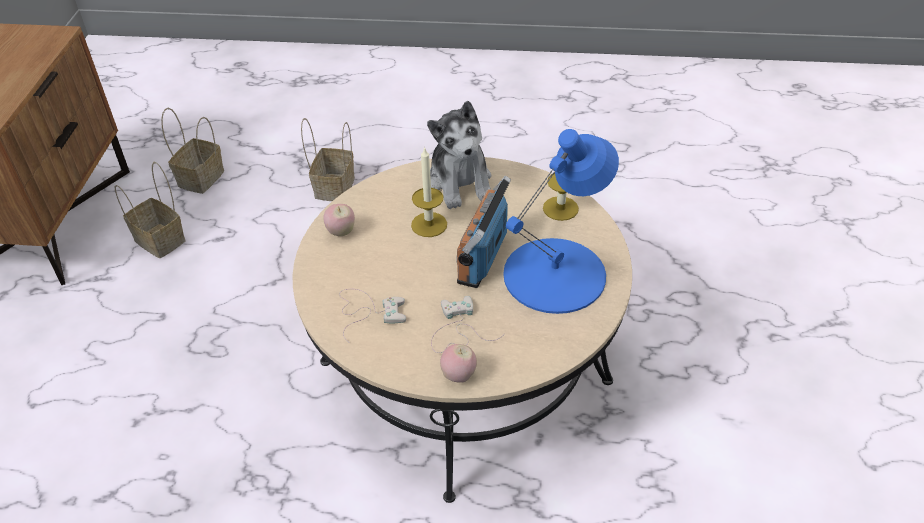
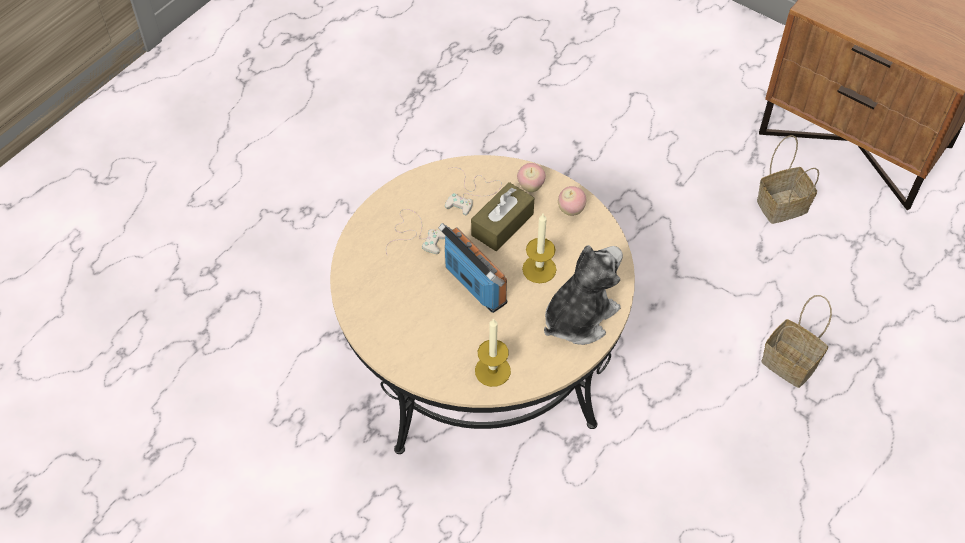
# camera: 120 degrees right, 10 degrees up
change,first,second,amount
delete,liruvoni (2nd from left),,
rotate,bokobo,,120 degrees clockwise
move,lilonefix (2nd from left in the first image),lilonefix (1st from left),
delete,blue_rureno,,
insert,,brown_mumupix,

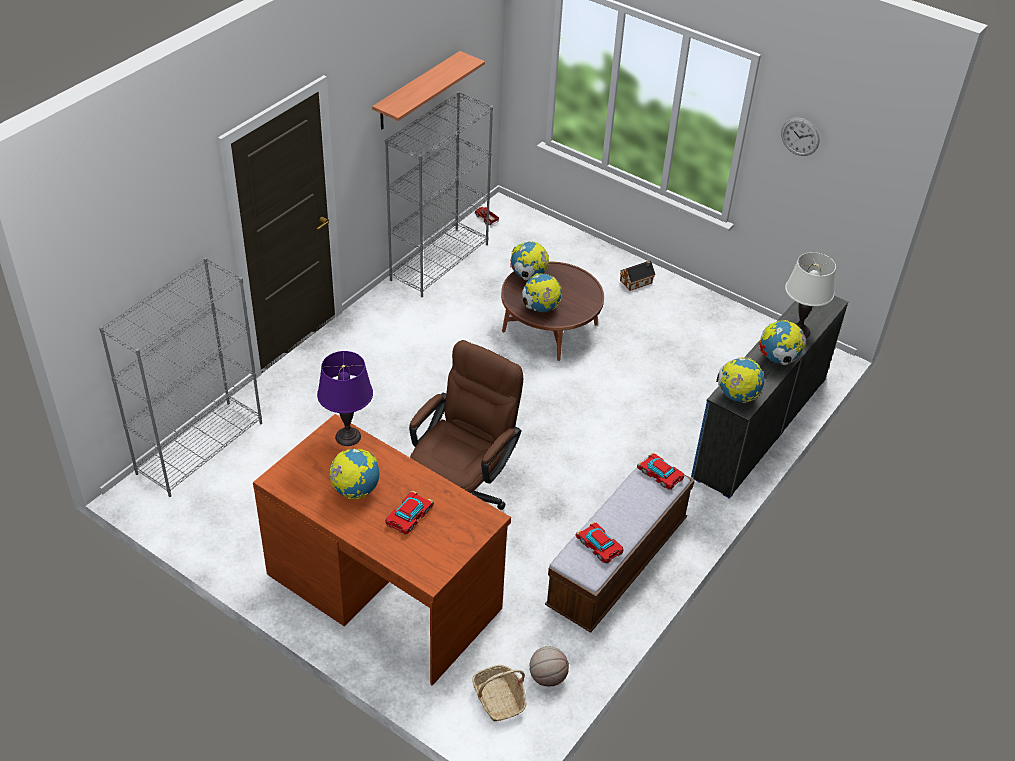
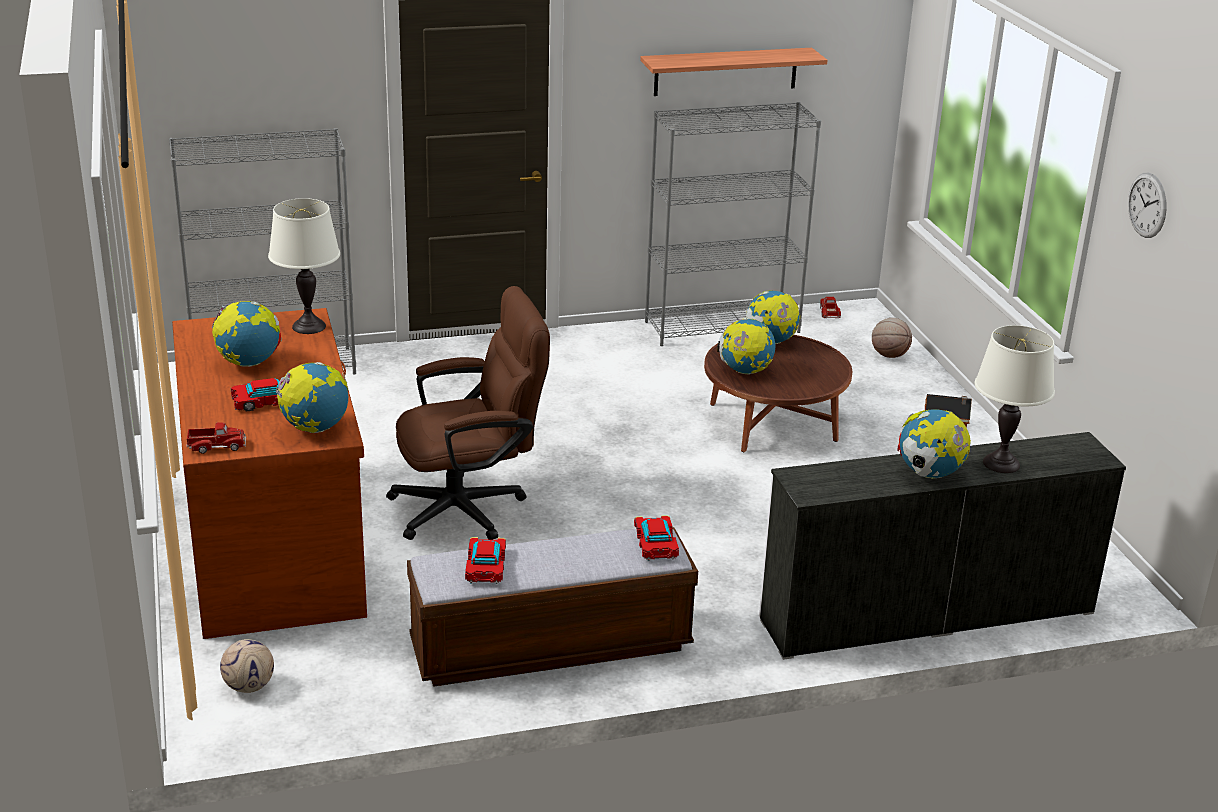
# camera: 40 degrees right, 15 degrees down
change,first,second,amount
recolor,purple_rureno,white_rureno (1st from left),
replace,liruvoni,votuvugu,
move,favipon,,
recolor,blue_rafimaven,white_rafimaven,
move,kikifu (4th from left in the first image),kikifu (2nd from left),
insert,,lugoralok (1st from left),

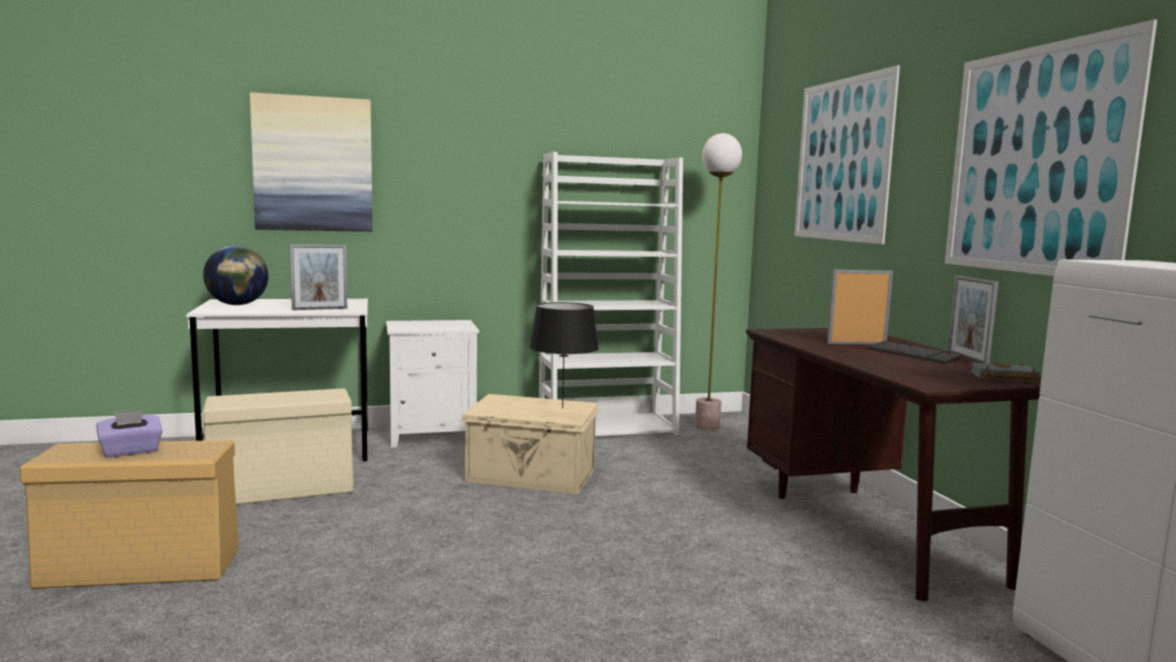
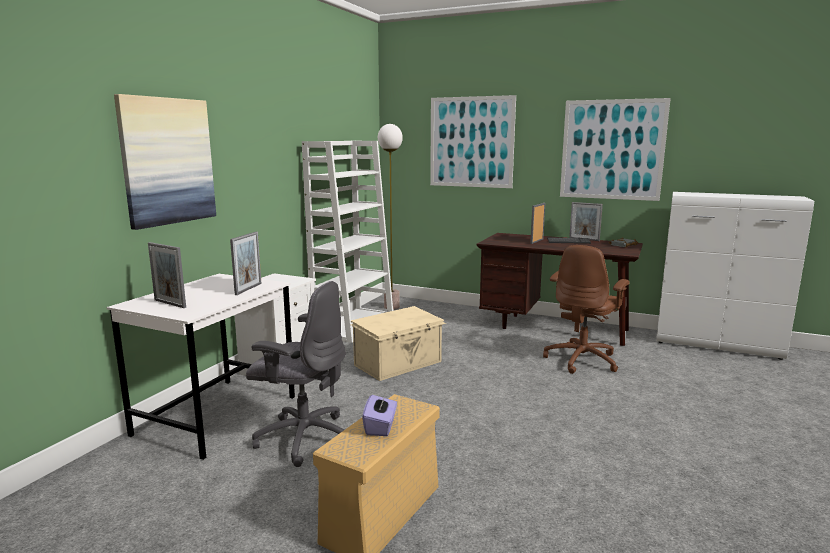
# camera: 50 degrees left, 5 degrees up
change,first,second,amount
replace,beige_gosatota (2nd from left),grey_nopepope,
replace,kikifu,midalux (1st from left),
delete,black_rureno,,
insert,,brown_nopepope,

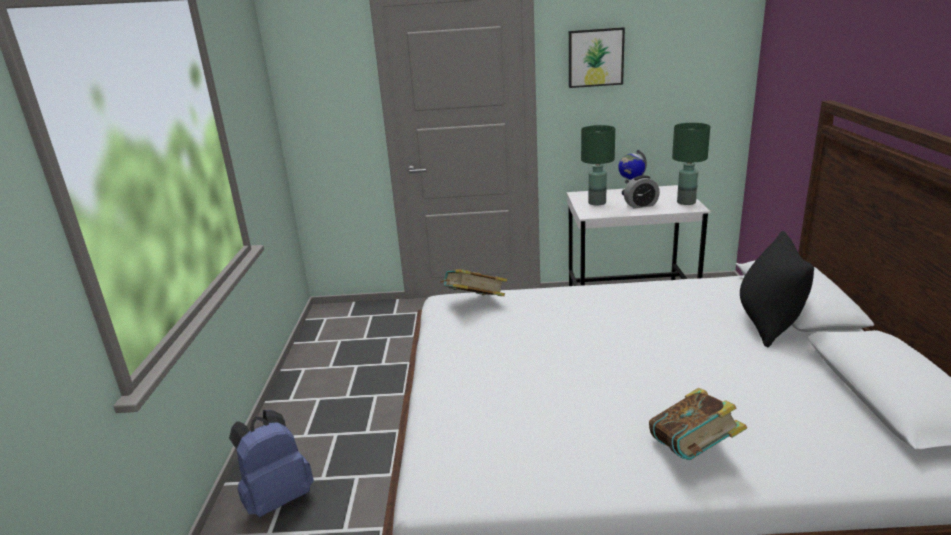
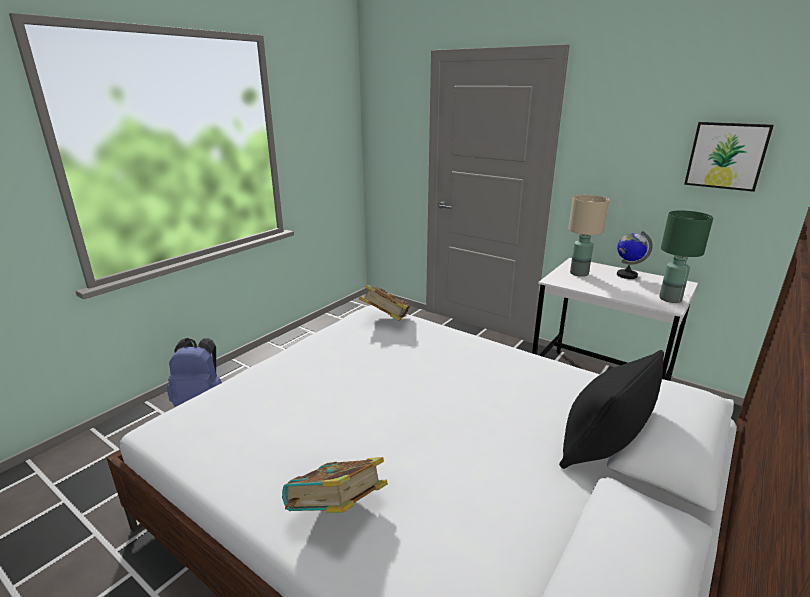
# camera: 35 degrees right, 0 degrees up
change,first,second,amount
move,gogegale,,
recolor,green_rureno (1st from left),beige_rureno,
delete,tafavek,,

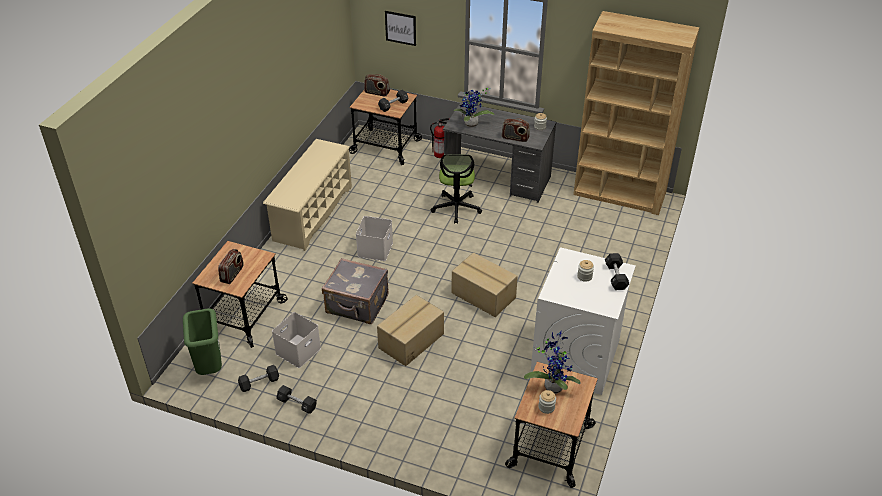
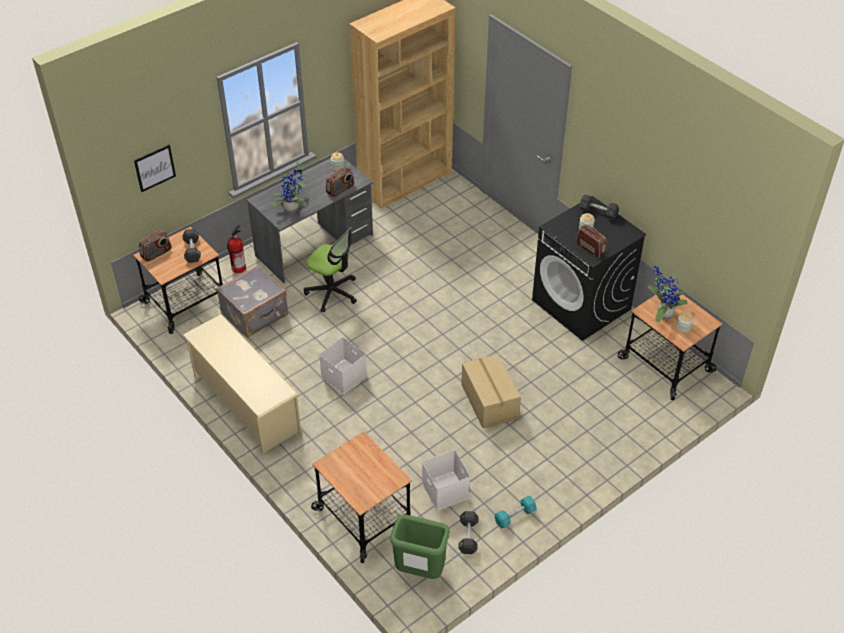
# camera: 60 degrees left, 5 degrees up
change,first,second,amount
move,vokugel (1st from left in the first image),vokugel (3rd from left),
recolor,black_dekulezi (2nd from left),turquoise_dekulezi,
move,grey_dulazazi,,
delete,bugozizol (2nd from left),,
recolor,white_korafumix,black_korafumix,

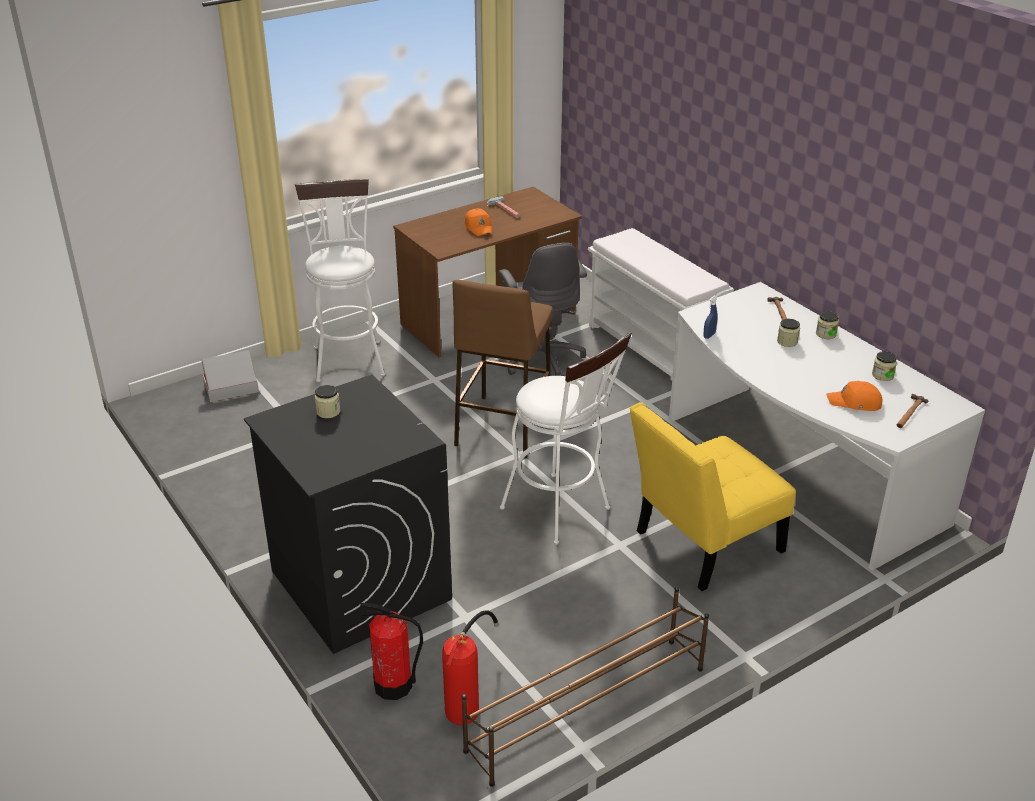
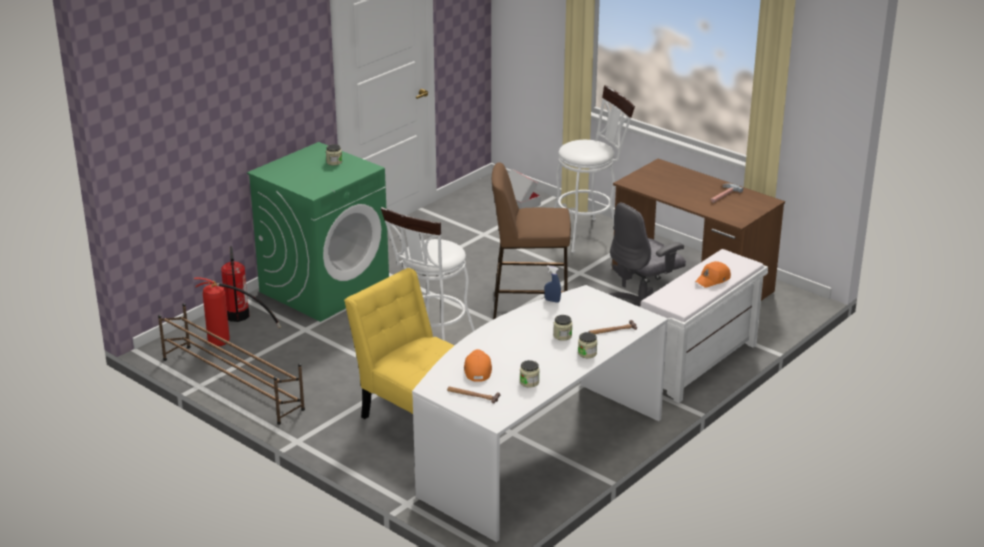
# camera: 75 degrees right, 5 degrees down
change,first,second,amount
recolor,black_korafumix,green_korafumix,
move,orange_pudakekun (1st from left in the first image),orange_pudakekun (2nd from left),

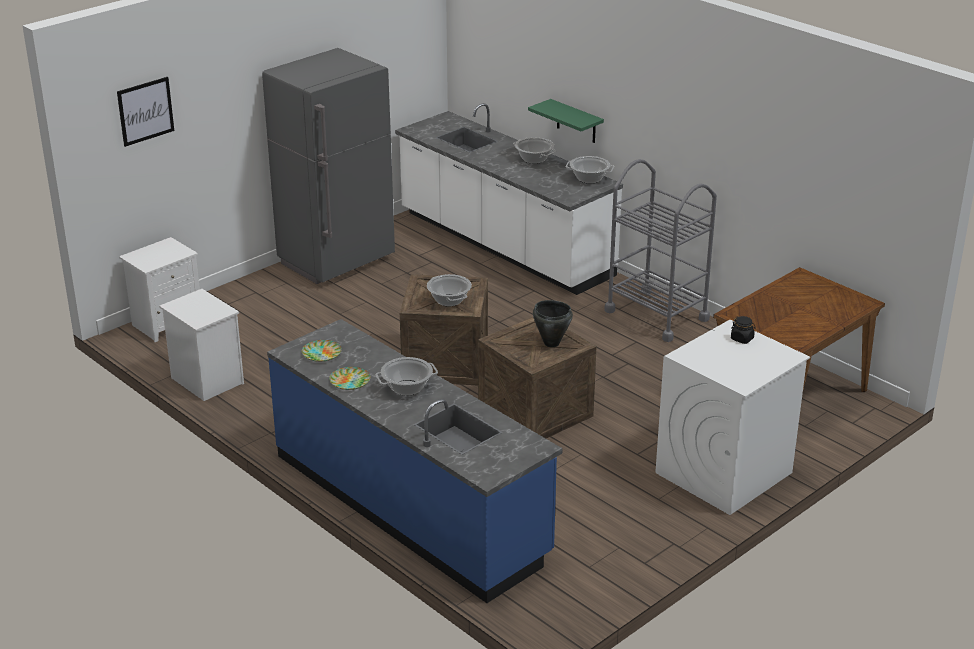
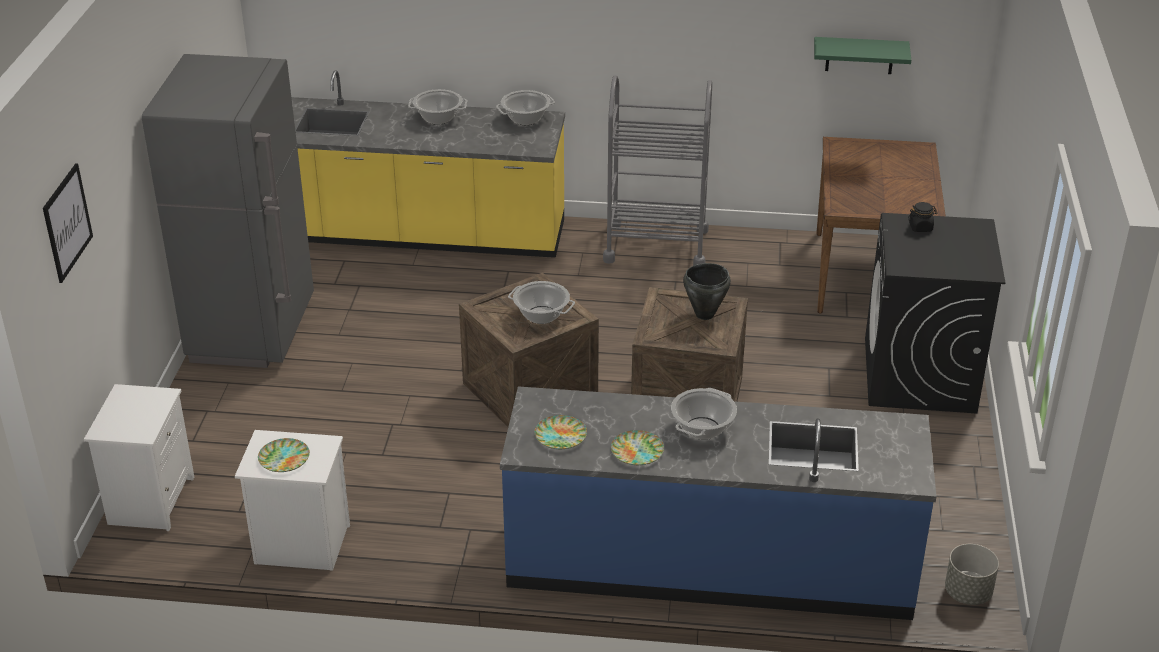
# camera: 40 degrees left, 5 degrees up
change,first,second,amount
recolor,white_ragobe,yellow_ragobe,
move,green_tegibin,,
recolor,white_korafumix,black_korafumix,
insert,,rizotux (1st from left),
insert,,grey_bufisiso,

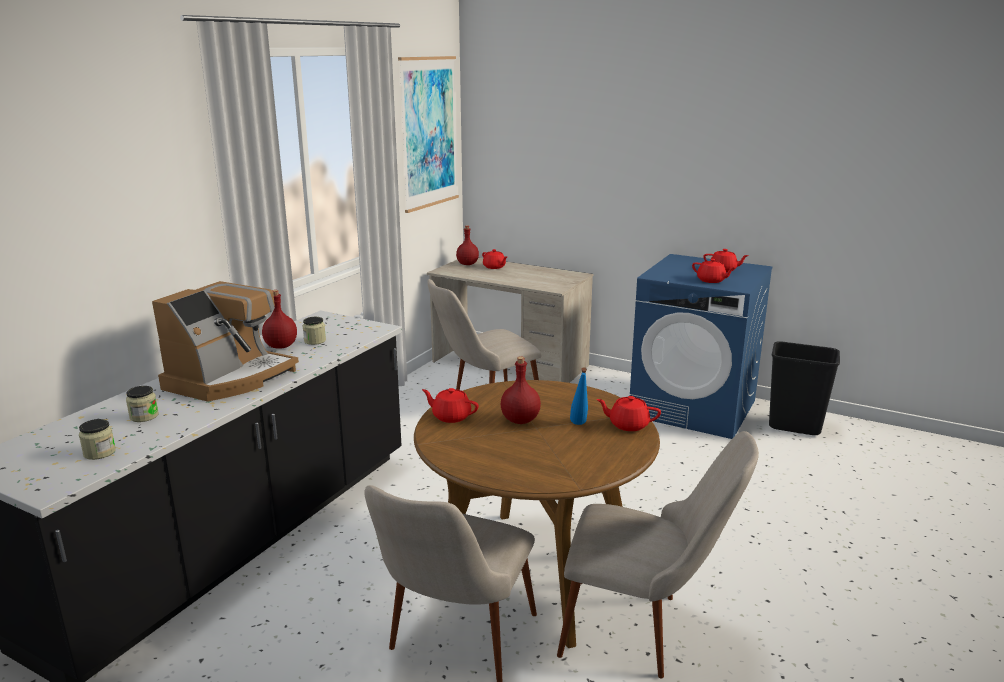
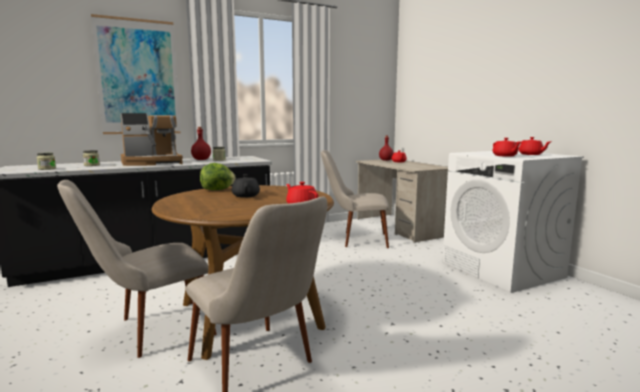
# camera: 35 degrees right, 10 degrees down
change,first,second,amount
move,gogegale,,
replace,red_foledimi (1st from left),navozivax,
replace,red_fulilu (3rd from left),black_foledimi,
delete,blue_fulilu,,
recolor,blue_korafumix,white_korafumix,
delete,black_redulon,,

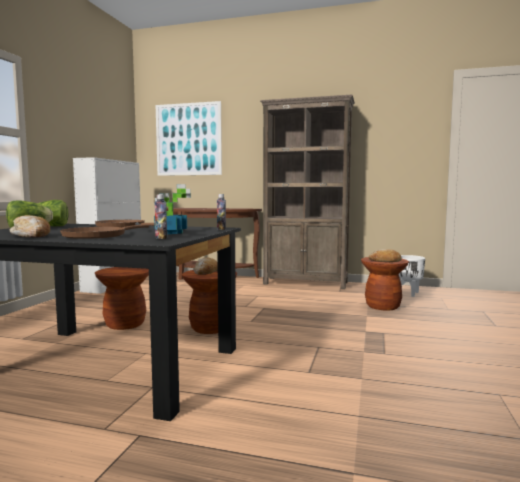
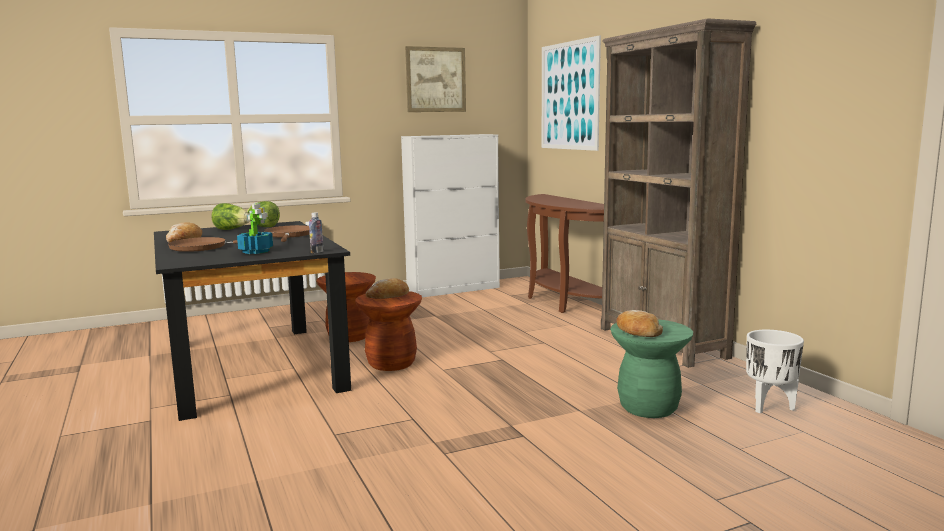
# camera: 50 degrees right, 5 degrees up
change,first,second,amount
delete,fulilu (1st from left),,
recolor,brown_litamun (3rd from left),green_litamun,
insert,,gogegale (1st from left),

